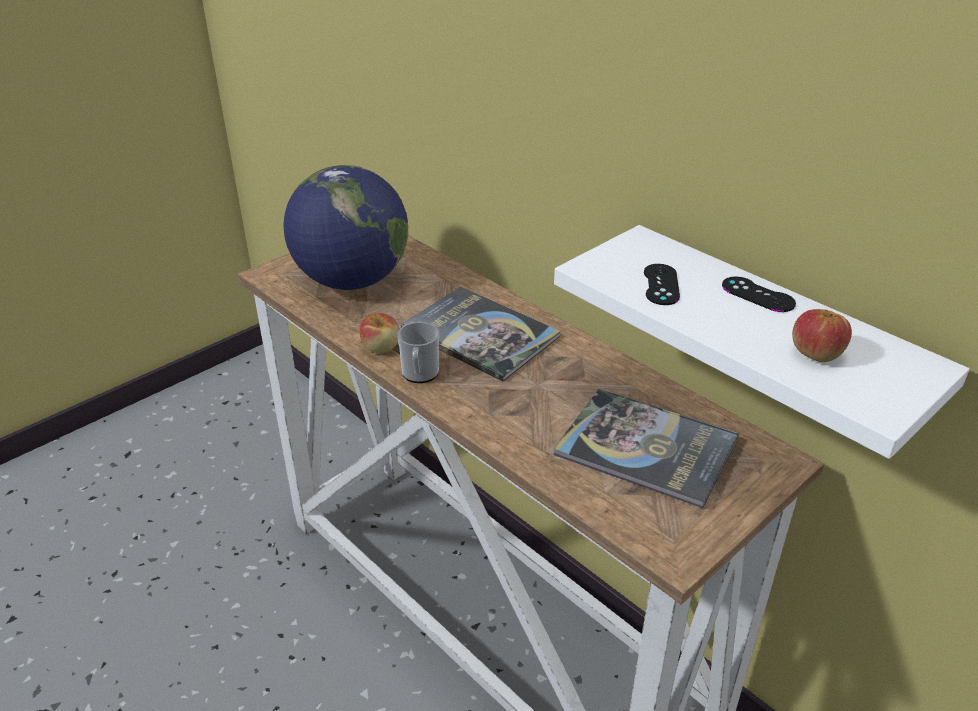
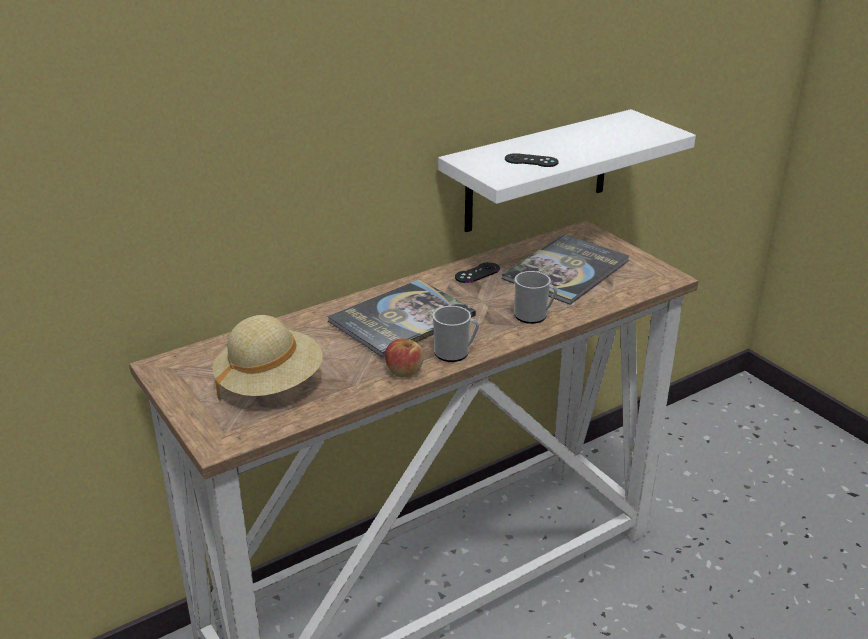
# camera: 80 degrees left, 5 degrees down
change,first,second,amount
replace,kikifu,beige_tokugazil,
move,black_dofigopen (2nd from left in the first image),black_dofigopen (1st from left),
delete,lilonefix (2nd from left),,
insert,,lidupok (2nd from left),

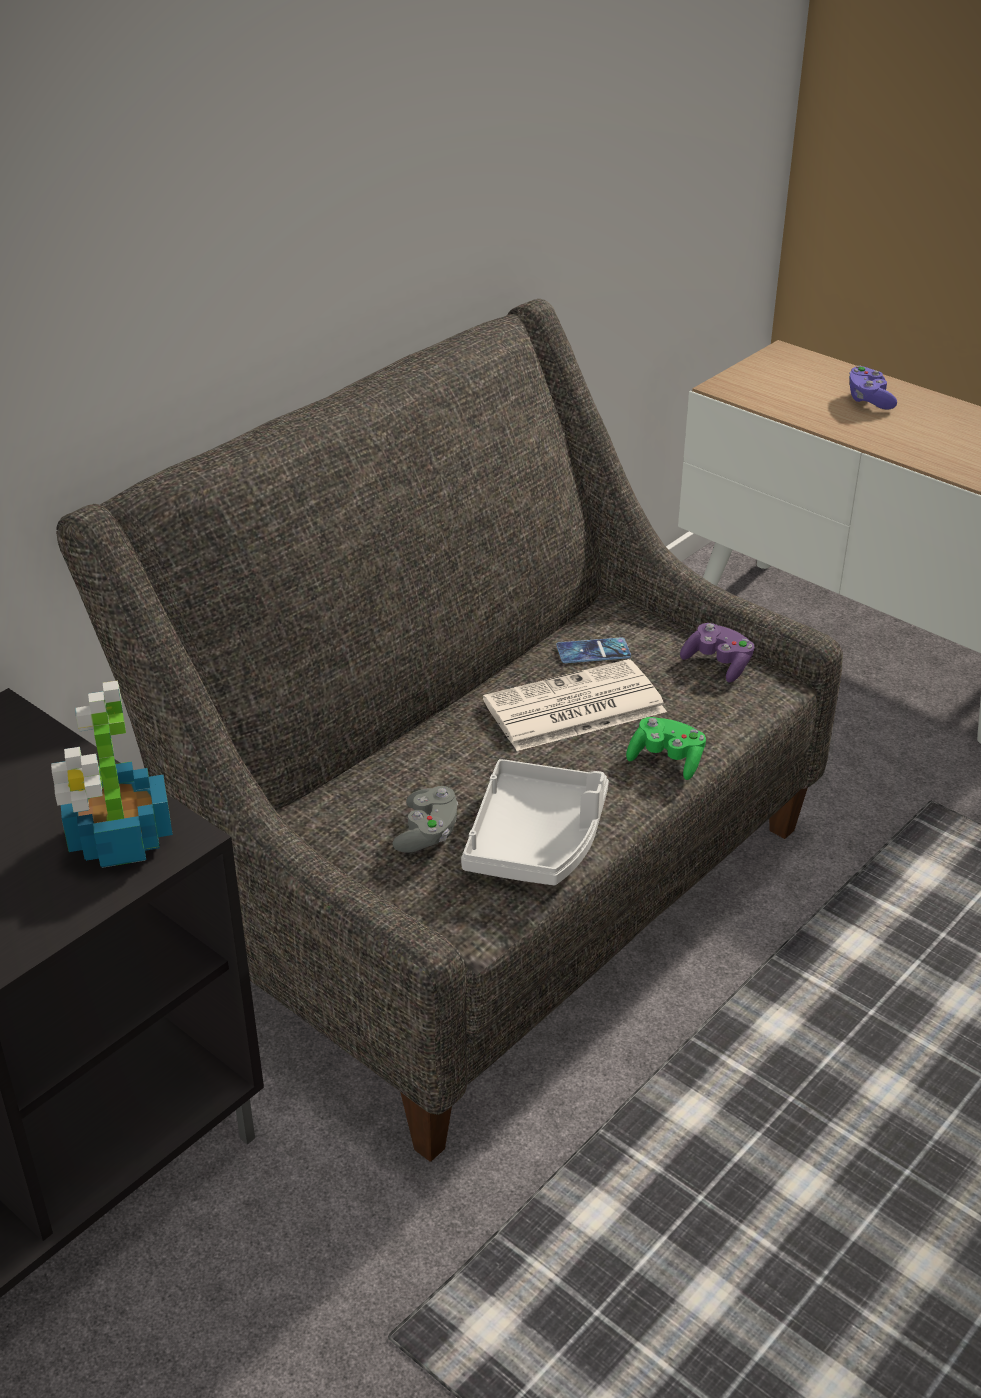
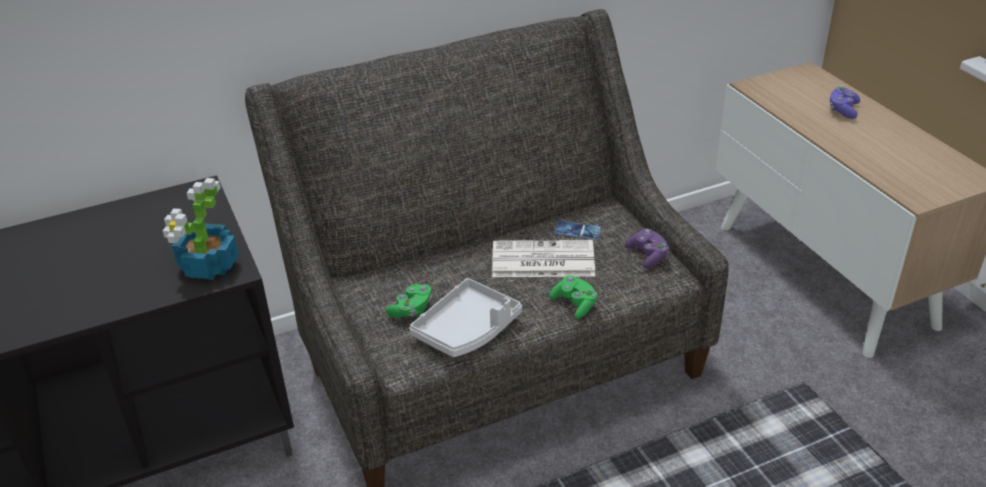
# camera: 25 degrees right, 0 degrees up
change,first,second,amount
recolor,grey_dofigopen,green_dofigopen (1st from left),

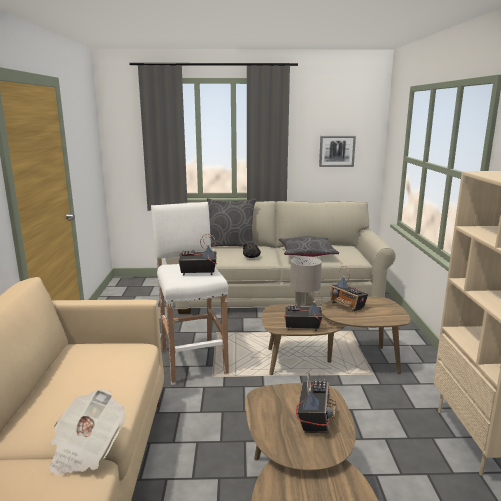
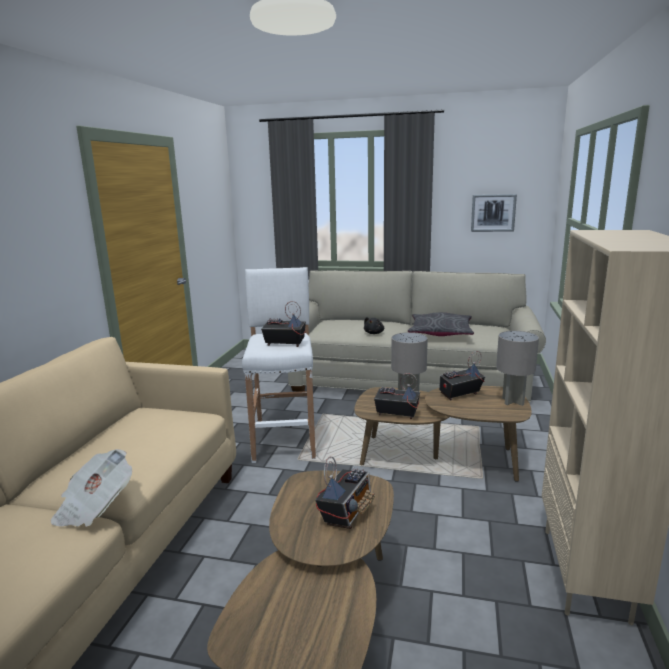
# camera: 15 degrees right, 0 degrees up
change,first,second,amount
delete,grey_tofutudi (1st from left),,
rotate,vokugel (4th from left),,90 degrees clockwise
insert,,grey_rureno (2nd from left),

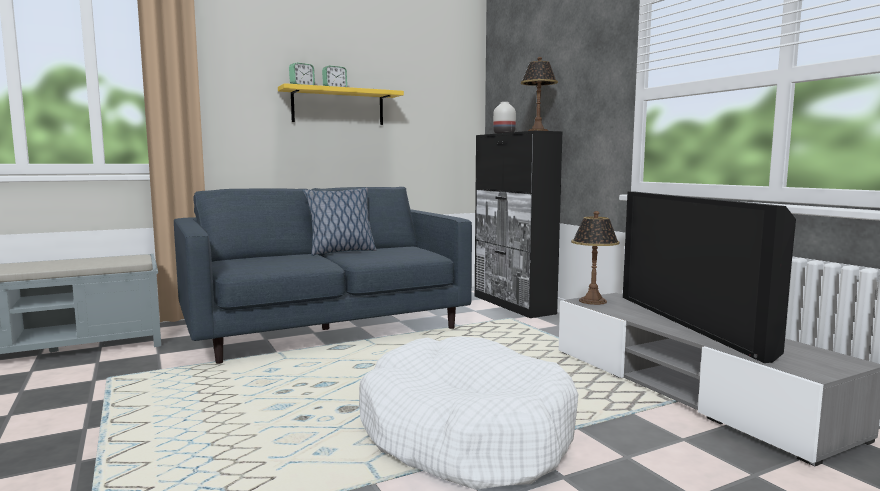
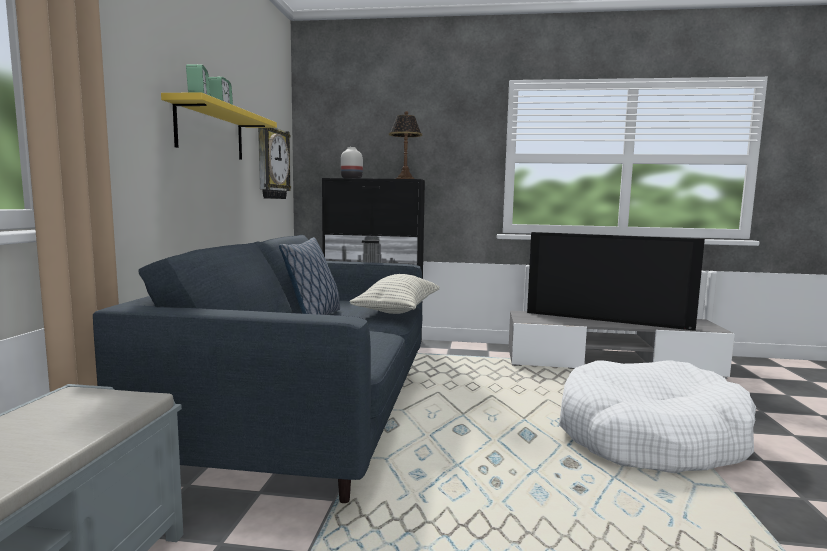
# camera: 55 degrees left, 0 degrees up
change,first,second,amount
delete,rureno (2nd from left),,
insert,,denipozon,
insert,,tofutudi (2nd from left),

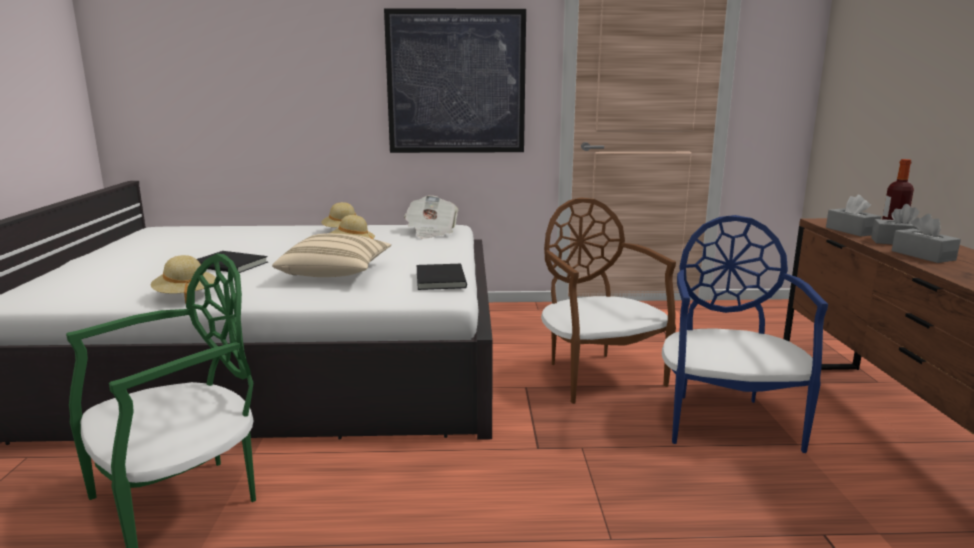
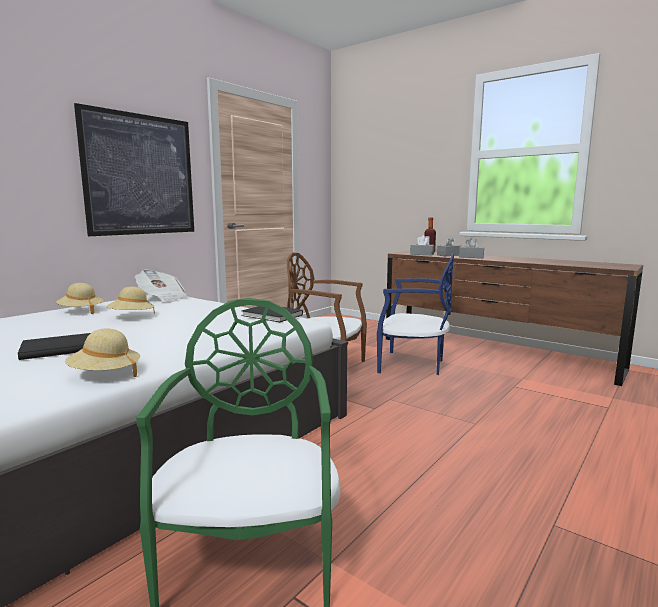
# camera: 50 degrees left, 5 degrees down
change,first,second,amount
delete,beige_tofutudi,,
rotate,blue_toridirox,,150 degrees clockwise

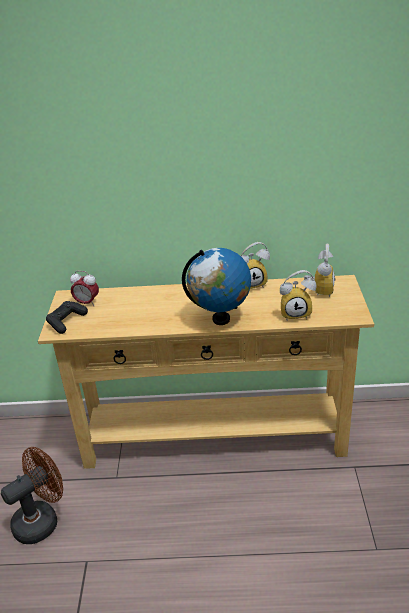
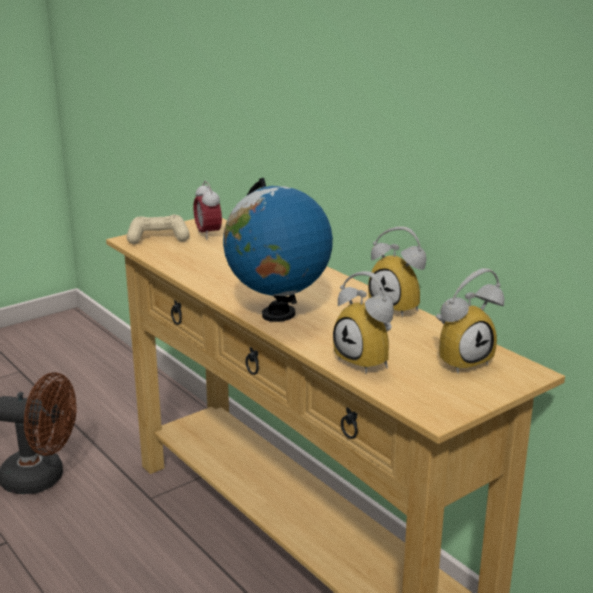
# camera: 50 degrees right, 10 degrees down
change,first,second,amount
recolor,black_dofigopen,beige_dofigopen,

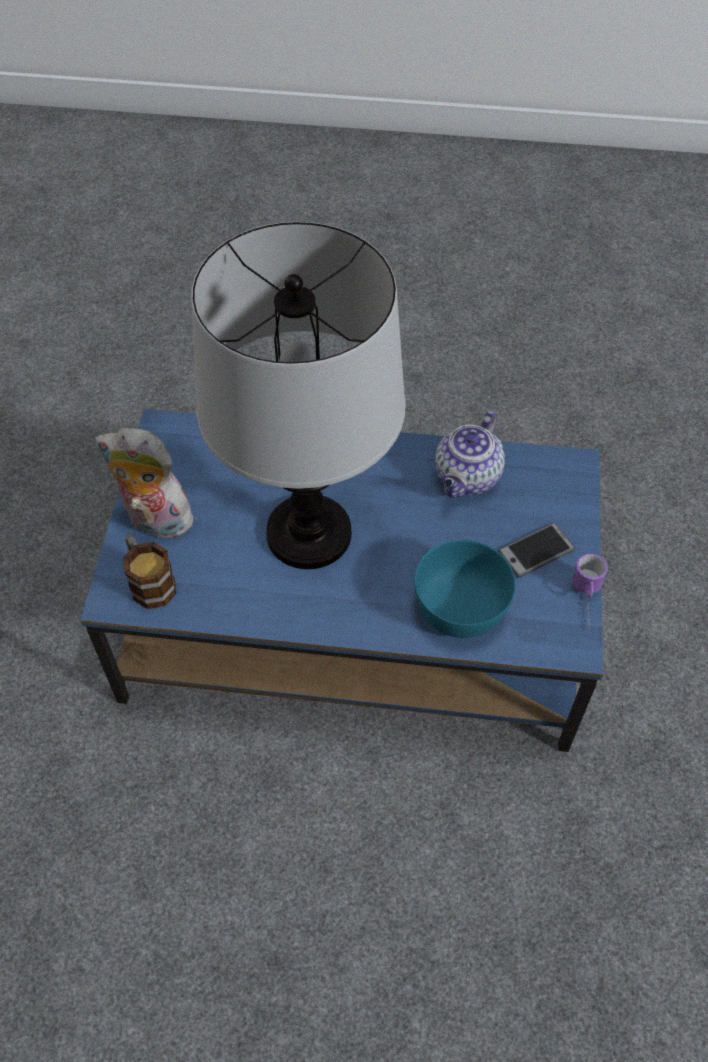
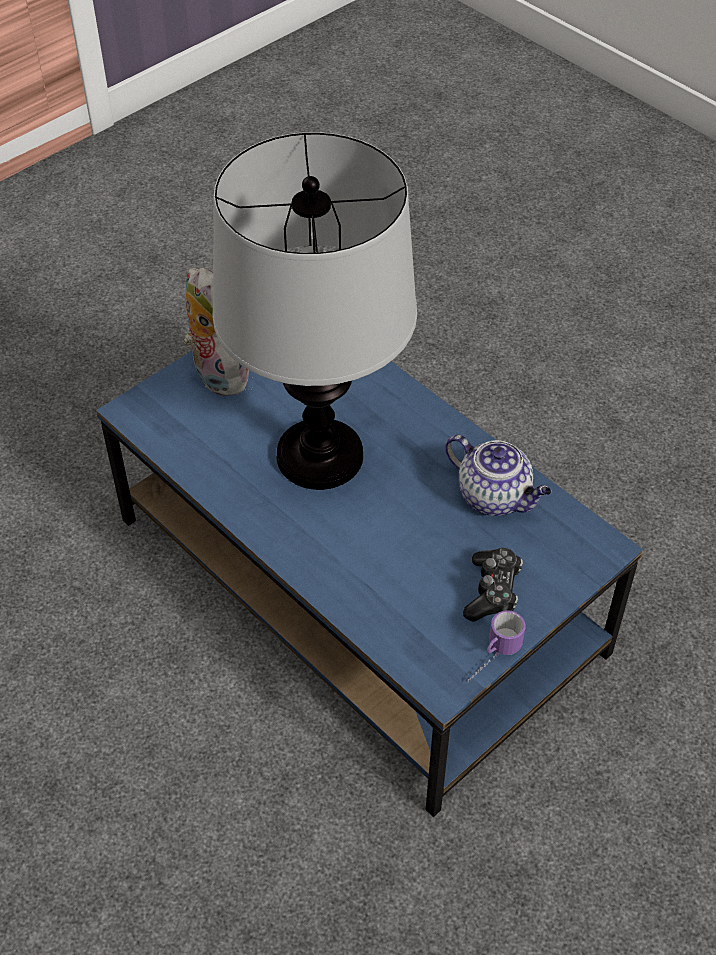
# camera: 40 degrees right, 5 degrees down
change,first,second,amount
delete,lidupok (1st from left),,
delete,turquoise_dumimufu,,
rotate,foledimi,,120 degrees counterclockwise
replace,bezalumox,dofigopen,

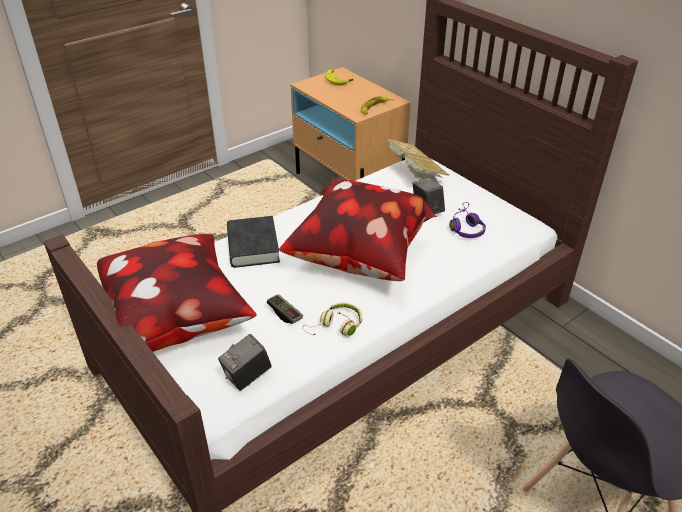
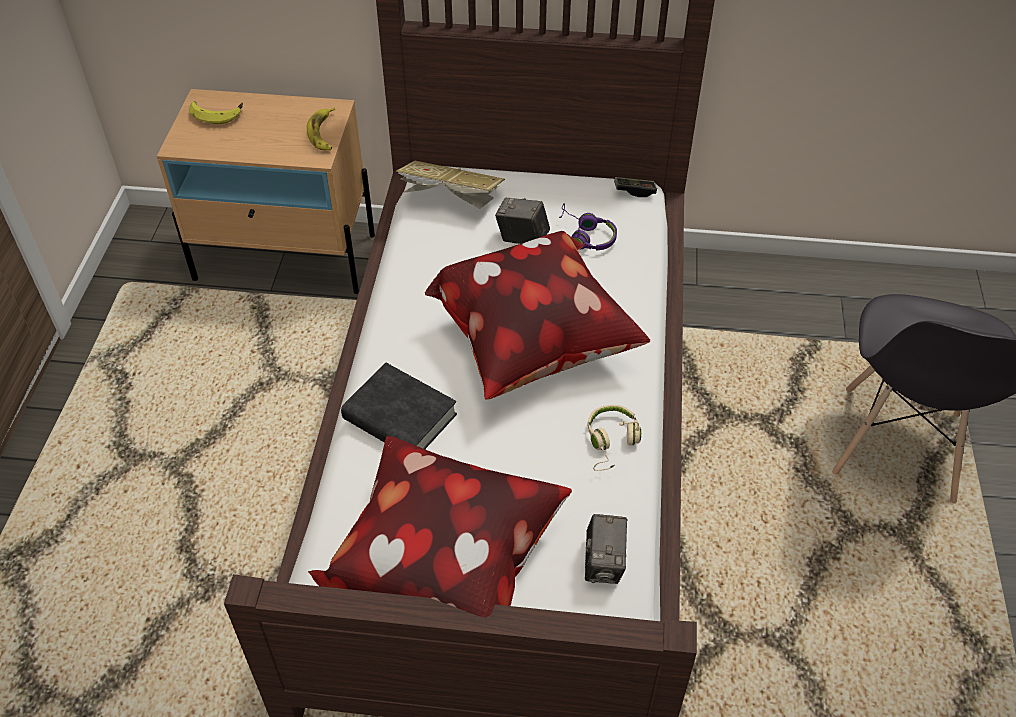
# camera: 45 degrees left, 10 degrees up
change,first,second,amount
move,dofigopen,,

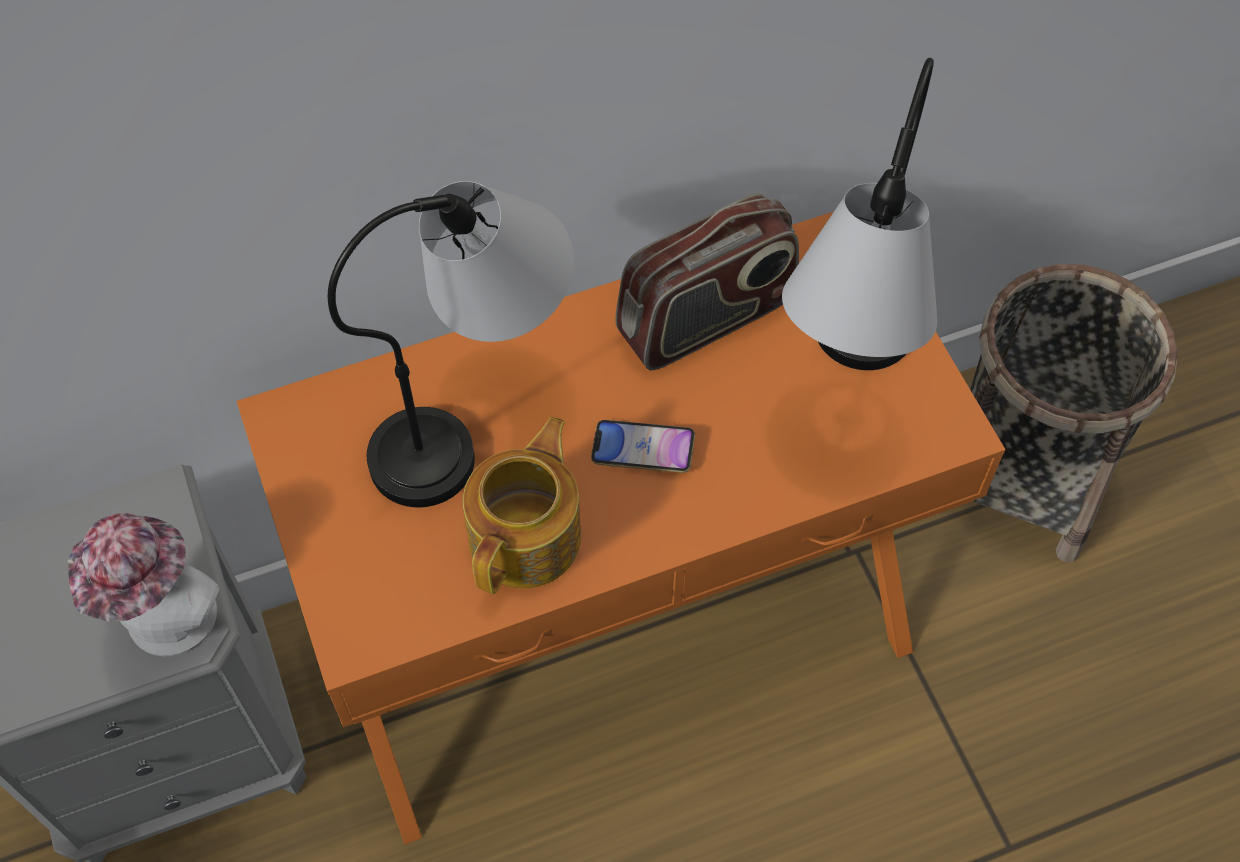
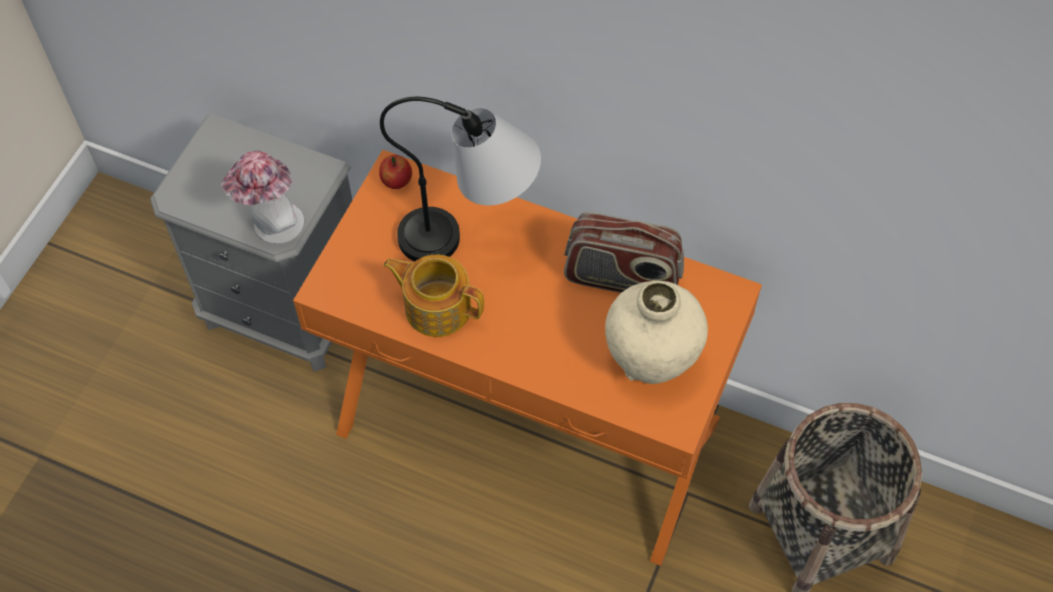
# camera: 45 degrees right, 0 degrees up
change,first,second,amount
rotate,foledimi,,135 degrees counterclockwise
delete,bezalumox,,
replace,rureno (2nd from left),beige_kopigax,
insert,,lilonefix,

